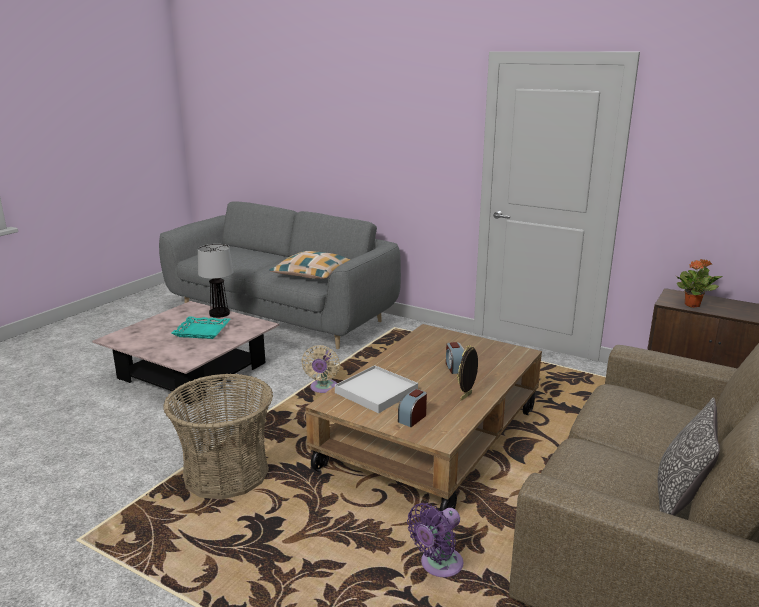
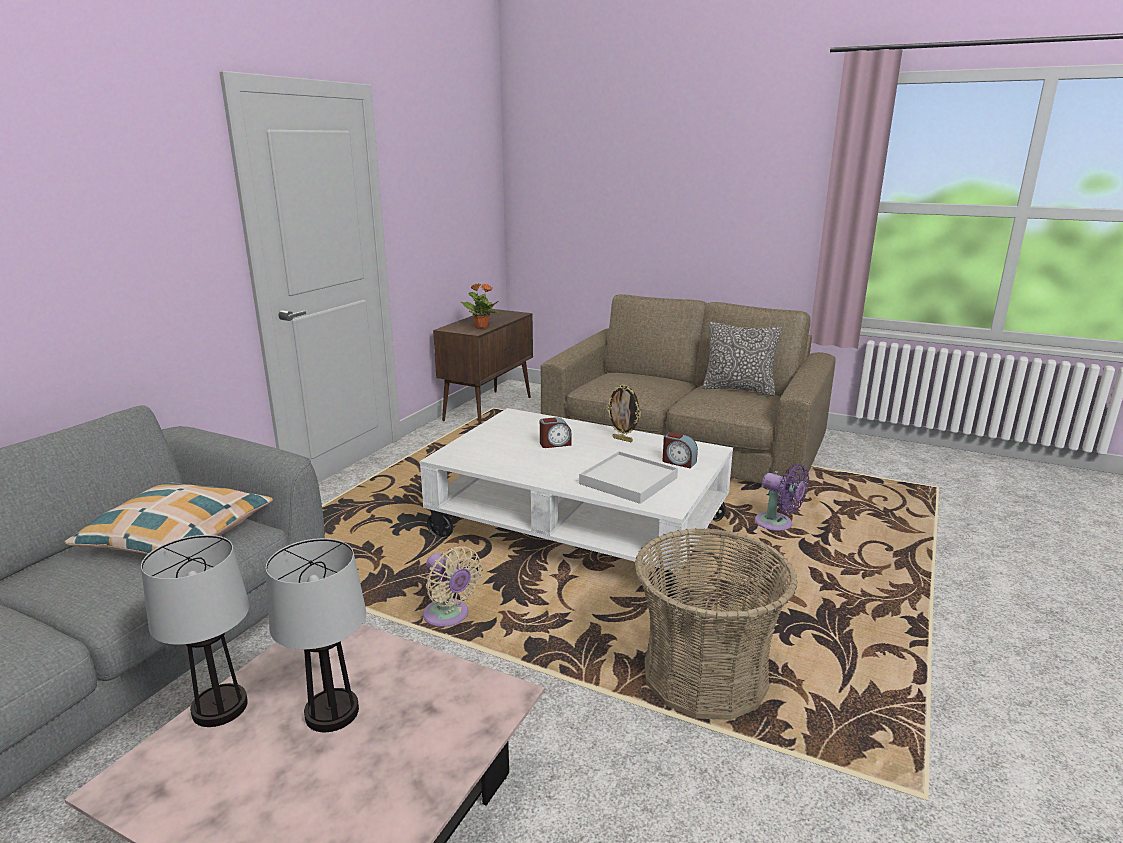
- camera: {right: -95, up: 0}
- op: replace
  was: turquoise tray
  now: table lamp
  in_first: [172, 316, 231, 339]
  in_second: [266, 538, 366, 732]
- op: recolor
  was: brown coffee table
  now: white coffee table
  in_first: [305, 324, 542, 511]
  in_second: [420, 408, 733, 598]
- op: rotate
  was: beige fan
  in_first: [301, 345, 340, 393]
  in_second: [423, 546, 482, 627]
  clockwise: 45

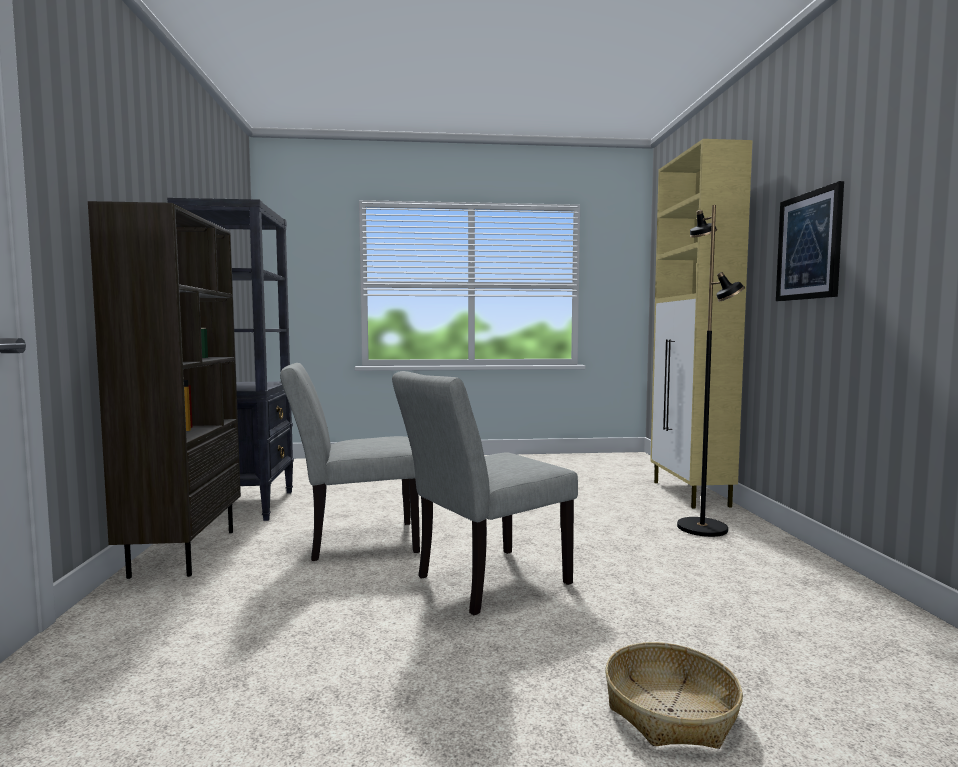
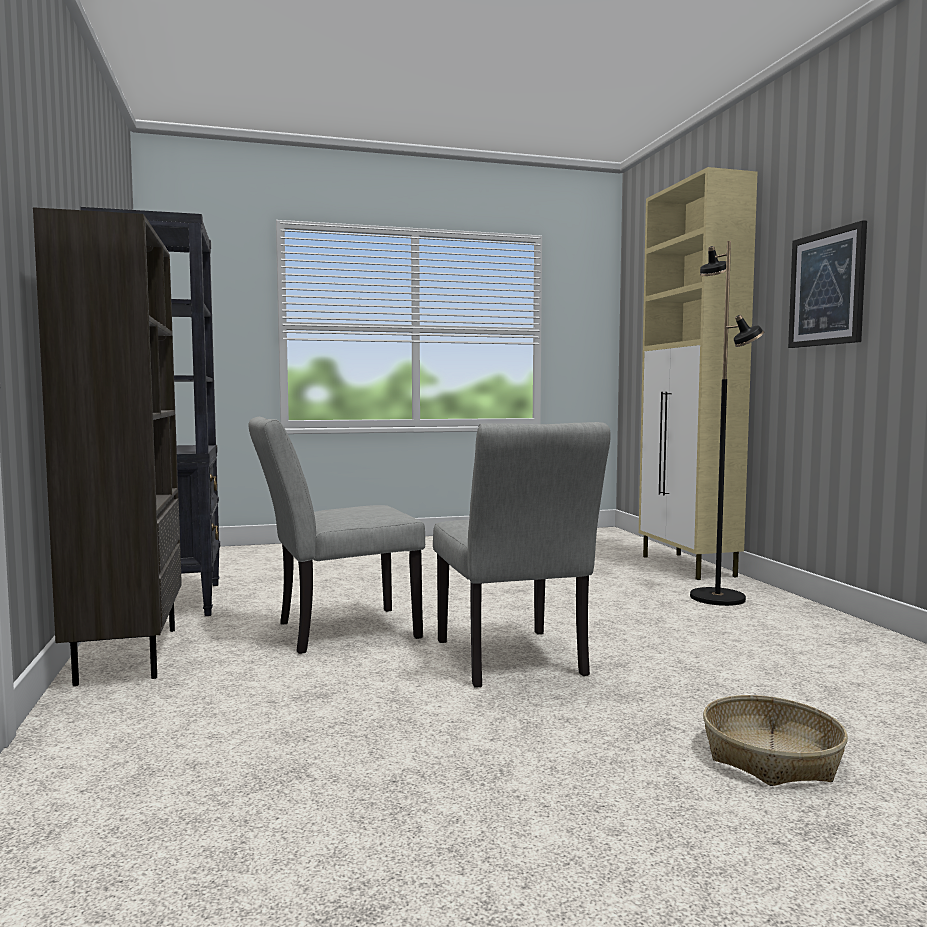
- camera: {right: -10, up: 0}
- op: rotate
  was: grey chair
  in_first: [392, 371, 578, 615]
  in_second: [433, 422, 611, 687]
  clockwise: -60

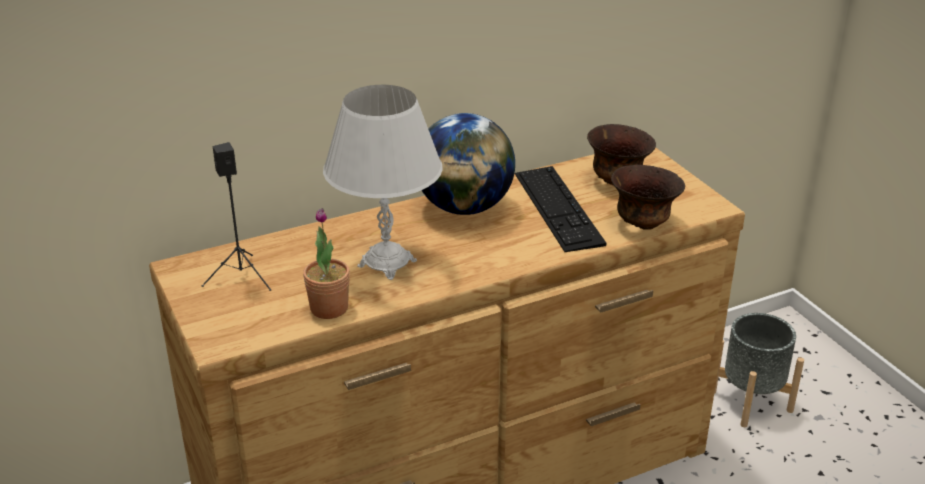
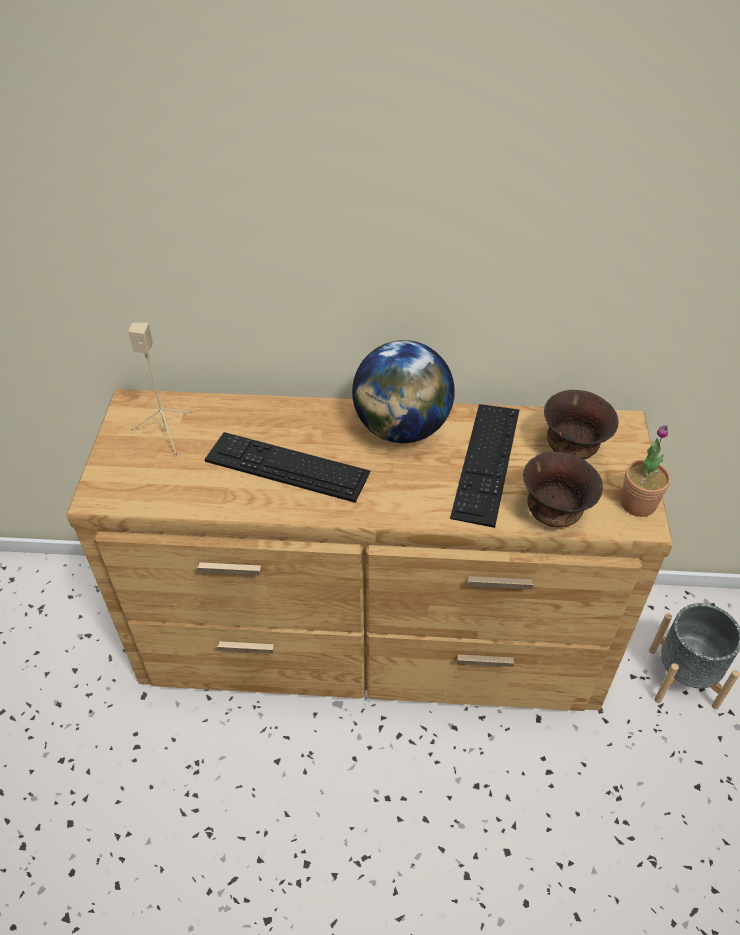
- camera: {right: 30, up: 15}
- op: recolor
  was: black speaker
  now: beige speaker
  in_first: [202, 142, 271, 291]
  in_second: [128, 323, 192, 457]
- op: replace
  was: white table lamp
  now: keyboard
  in_first: [323, 85, 443, 280]
  in_second: [205, 432, 371, 503]
- op: move
  was: potted plant
  in_first: [303, 208, 350, 319]
  in_second: [621, 425, 671, 517]

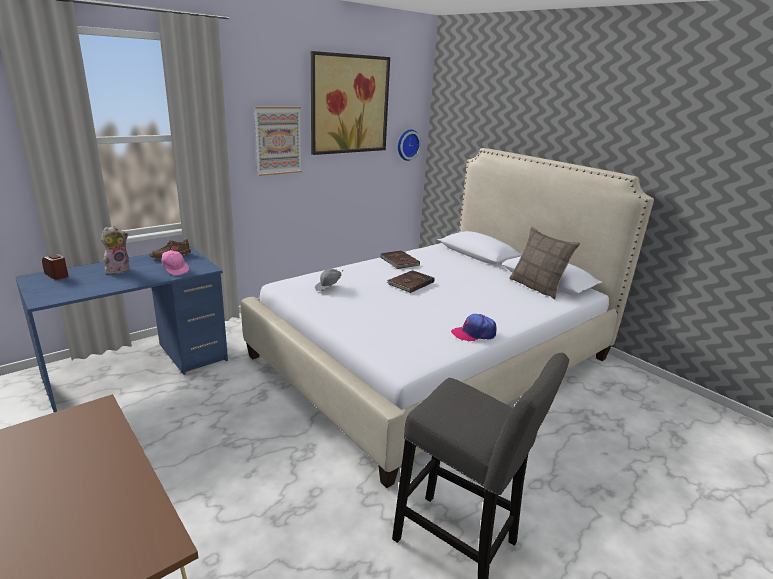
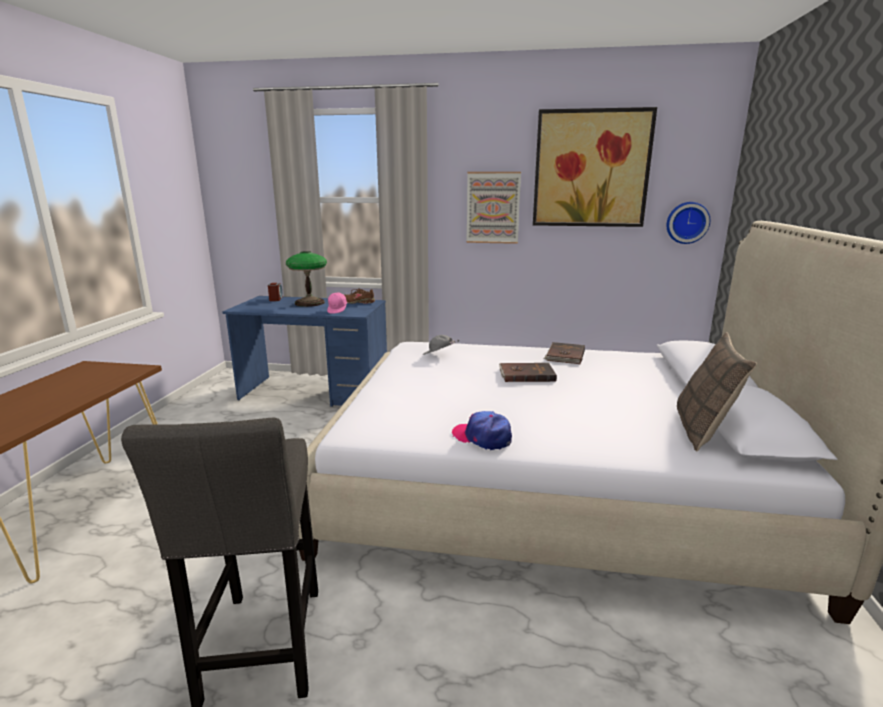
- camera: {right: 50, up: -5}
- op: replace
  was: plush toy
  now: table lamp
  in_first: [101, 226, 130, 274]
  in_second: [286, 251, 327, 307]

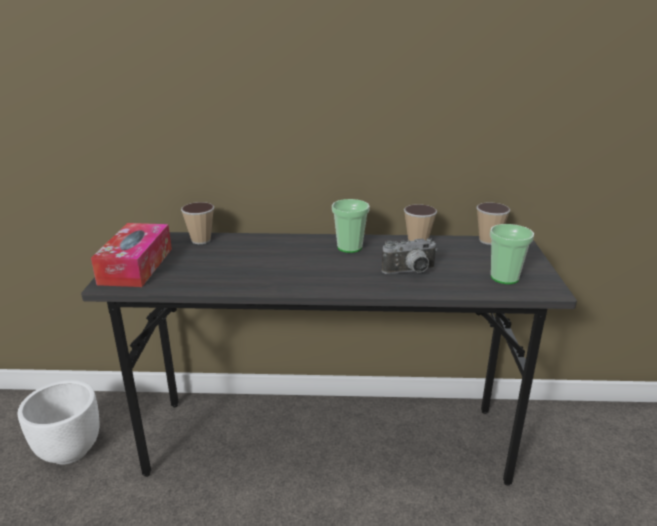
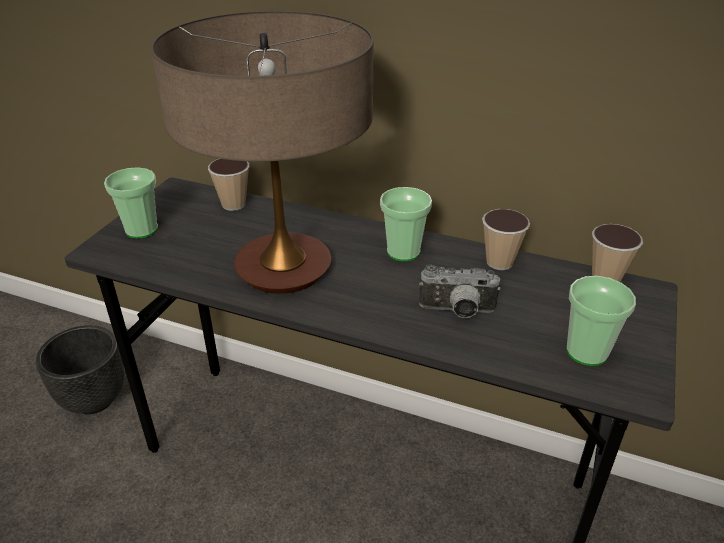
- camera: {right: 20, up: 10}
- op: recolor
  was: white planter
  now: black planter
  in_first: [17, 380, 100, 465]
  in_second: [35, 325, 124, 414]
- op: replace
  was: tissue box
  now: cup
  in_first: [91, 223, 172, 287]
  in_second: [104, 167, 158, 239]
- op: insert
  now: table lamp
  in_second: [151, 11, 374, 294]

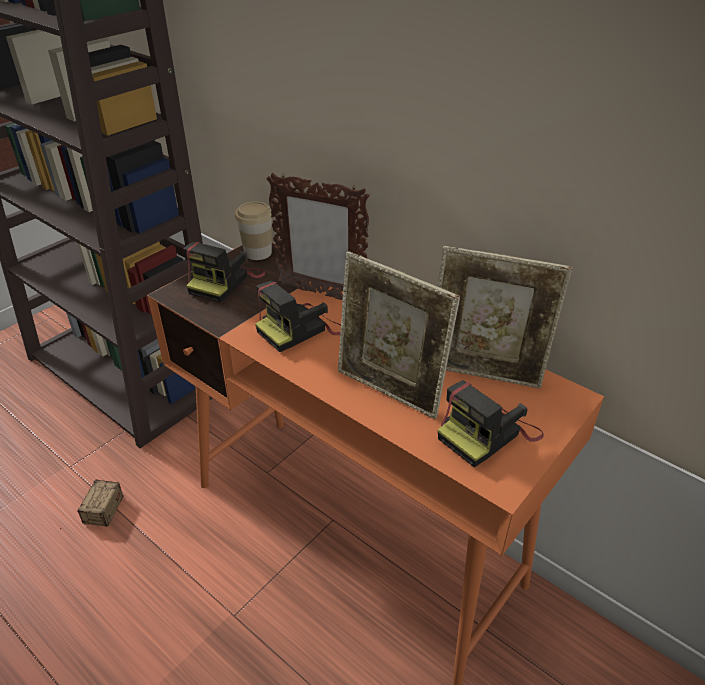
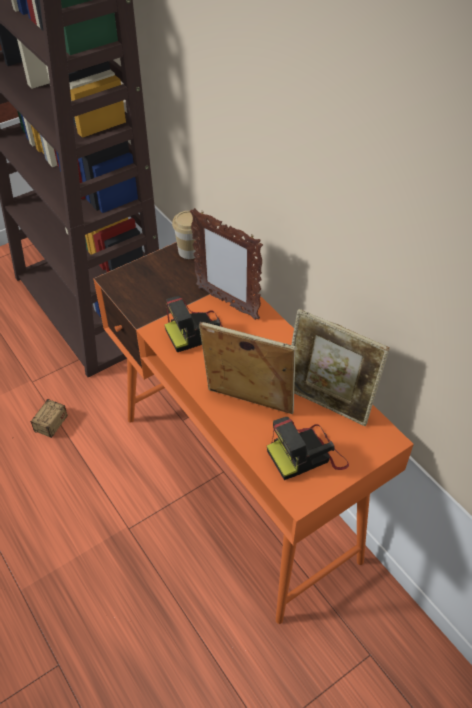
- camera: {right: 15, up: 10}
- op: rotate
  was: picture frame
  in_first: [338, 251, 460, 419]
  in_second: [199, 322, 296, 414]
  clockwise: 150
- op: delete
  was: photo camera
  in_first: [183, 242, 265, 303]

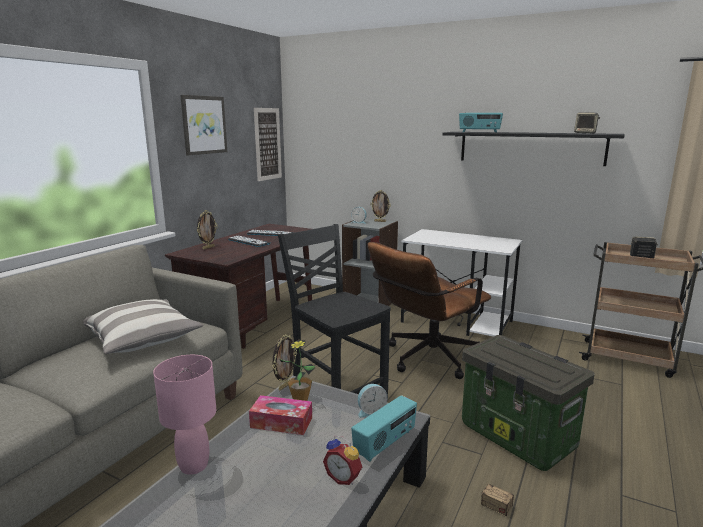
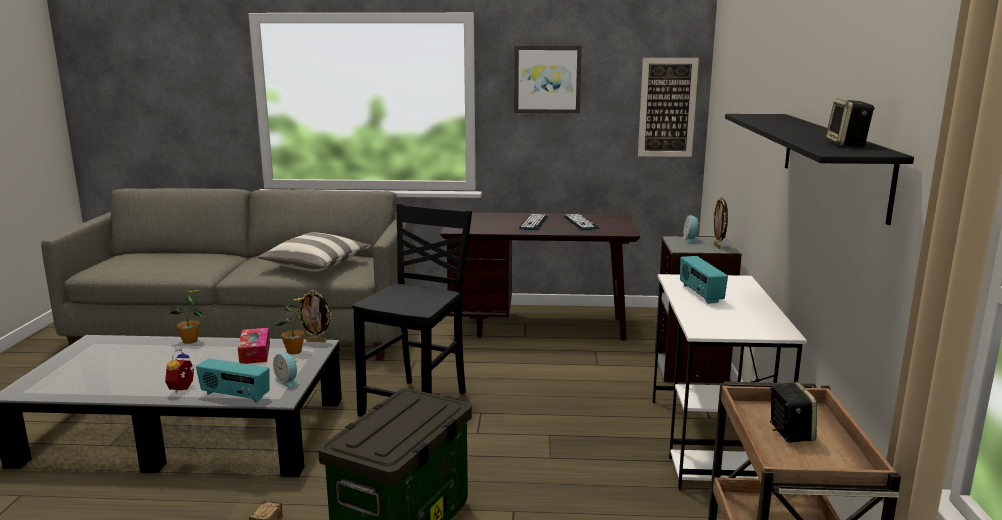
- camera: {right: 65, up: 0}
- op: replace
  was: pink table lamp
  now: potted plant
  in_first: [153, 355, 216, 475]
  in_second: [169, 290, 203, 344]
- op: move
  was: radio
  in_first: [459, 113, 503, 132]
  in_second: [680, 256, 728, 304]
- op: delete
  was: picture frame
  in_first: [197, 210, 217, 249]
- op: delete
  was: brown office chair
  in_first: [367, 242, 491, 379]

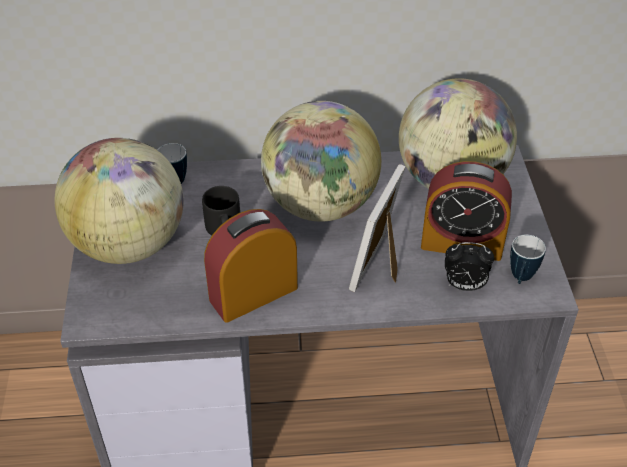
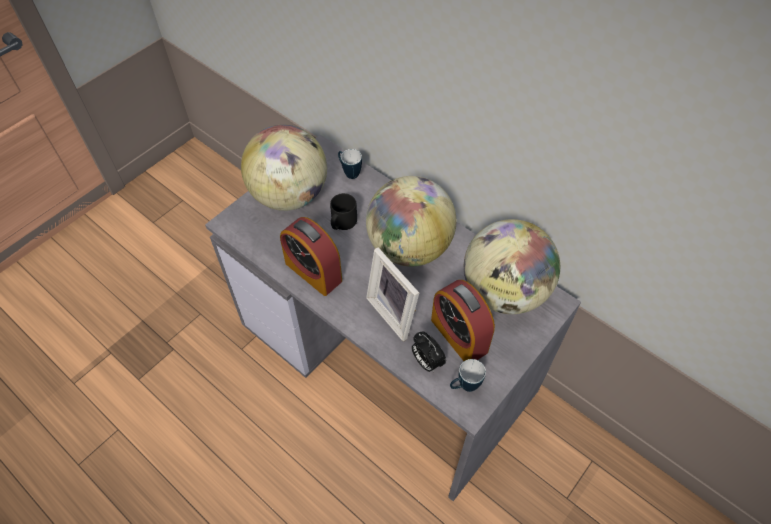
- camera: {right: 45, up: 10}
- op: rotate
  was: alarm clock
  in_first: [204, 209, 298, 323]
  in_second: [280, 217, 342, 296]
  clockwise: -150
- op: rotate
  was: picture frame
  in_first: [349, 164, 406, 292]
  in_second: [366, 247, 419, 341]
  clockwise: -105

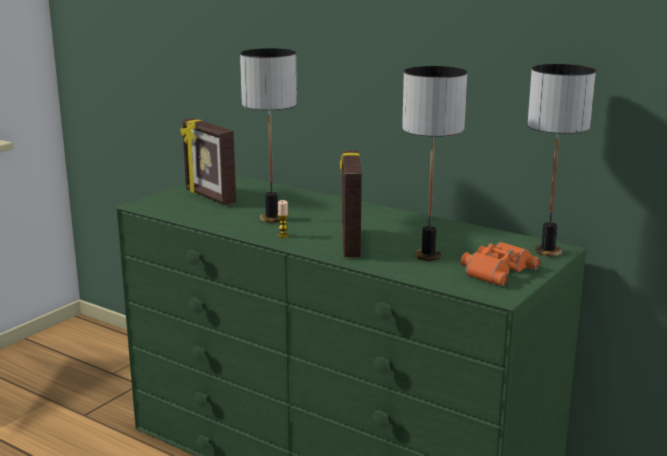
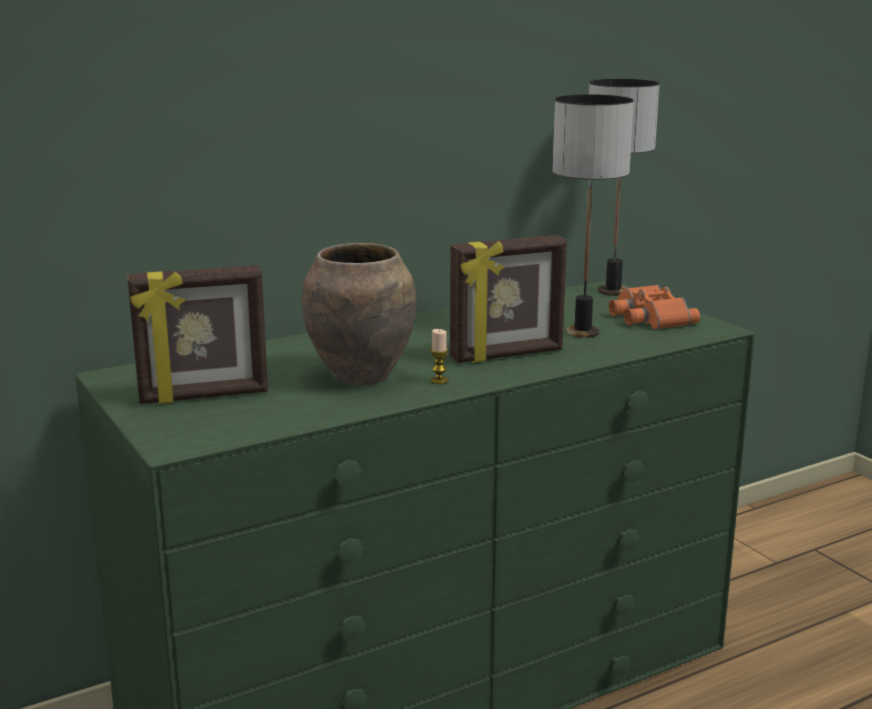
- camera: {right: -65, up: 0}
- op: replace
  was: table lamp
  now: brown vase
  in_first: [240, 48, 297, 223]
  in_second: [302, 243, 416, 385]
- op: rotate
  was: picture frame
  in_first: [340, 151, 362, 258]
  in_second: [450, 235, 567, 363]
  clockwise: -45

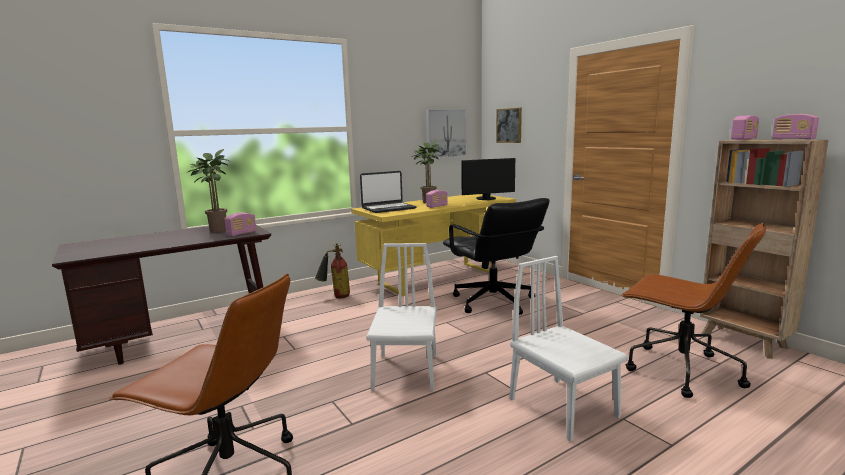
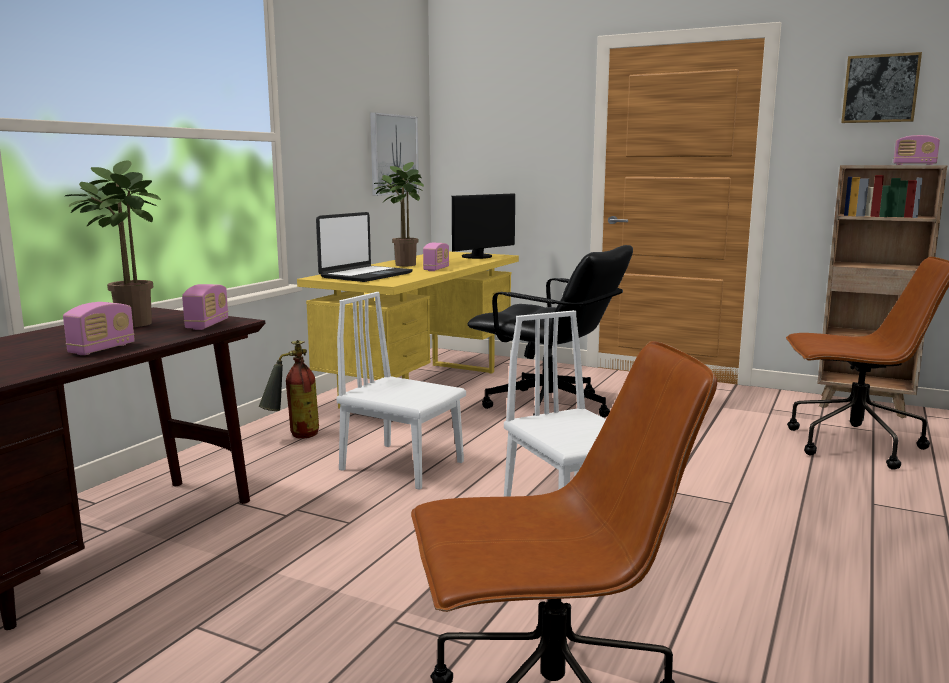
- camera: {right: -30, up: 0}
- op: move
  was: radio
  in_first: [731, 115, 759, 140]
  in_second: [63, 302, 135, 355]
- op: move
  was: white chair
  in_first: [509, 256, 628, 441]
  in_second: [336, 292, 466, 490]
- op: move
  was: picture
  in_first: [496, 108, 522, 143]
  in_second: [841, 52, 922, 123]

